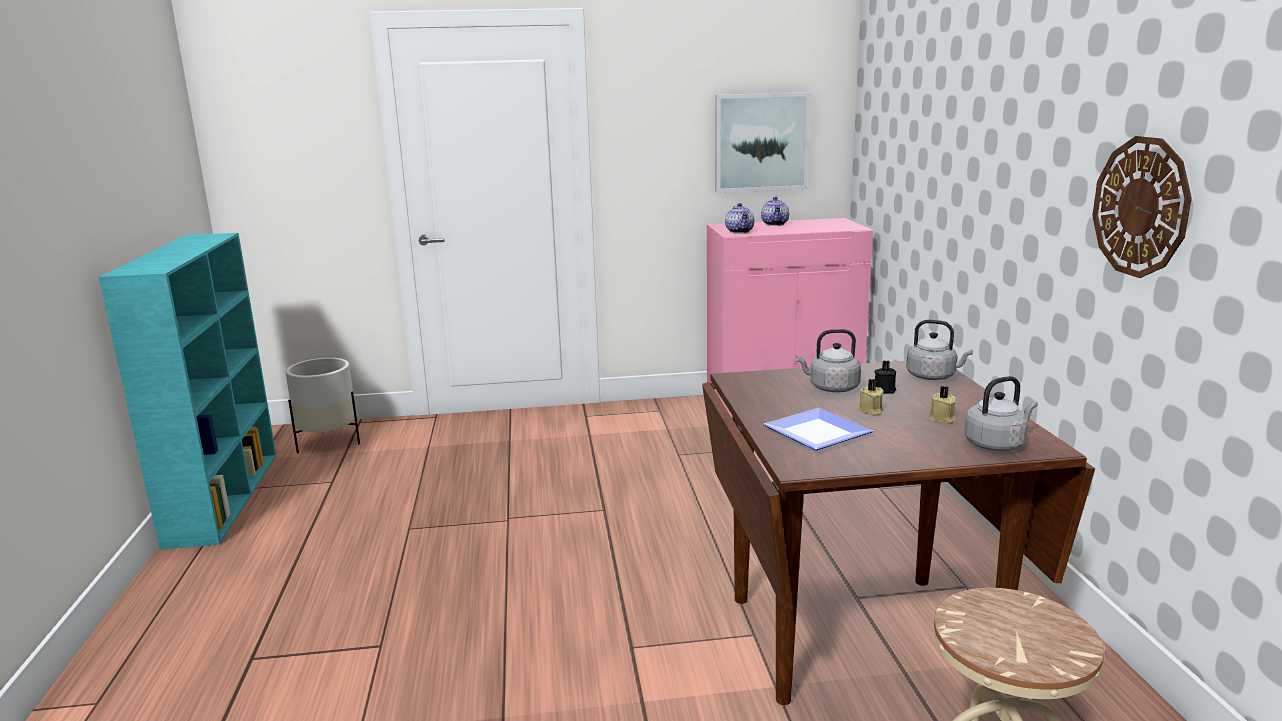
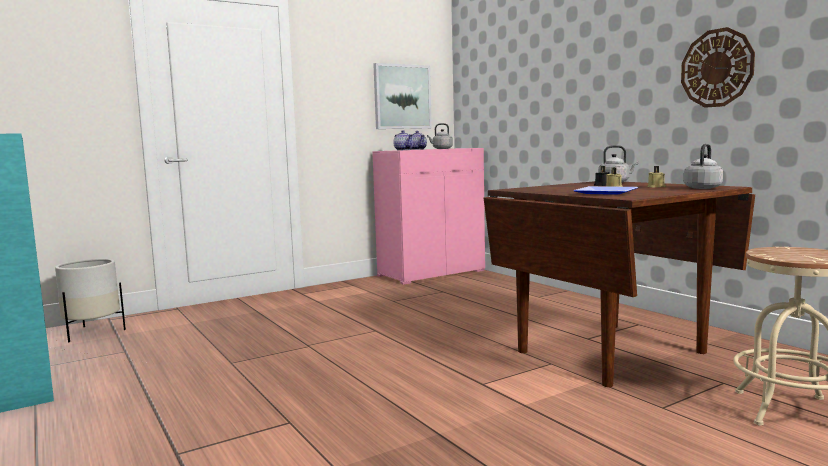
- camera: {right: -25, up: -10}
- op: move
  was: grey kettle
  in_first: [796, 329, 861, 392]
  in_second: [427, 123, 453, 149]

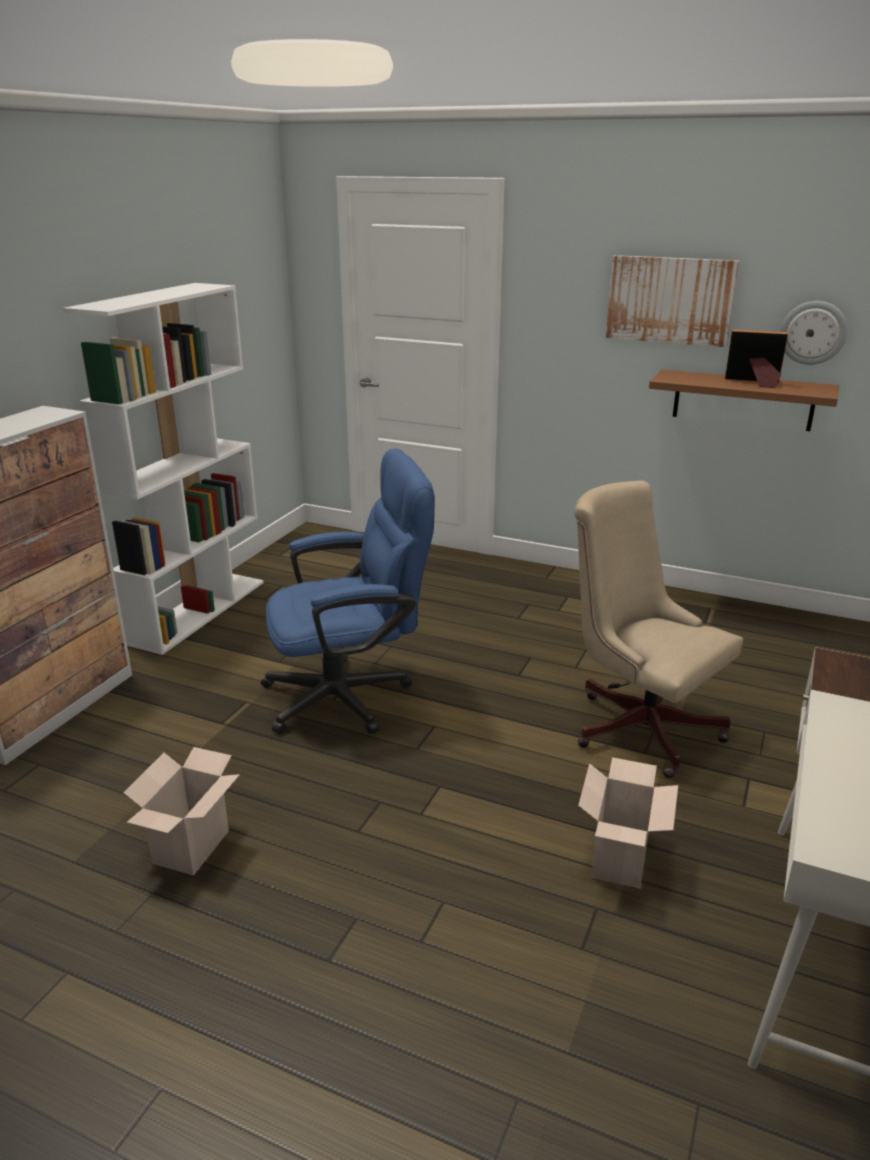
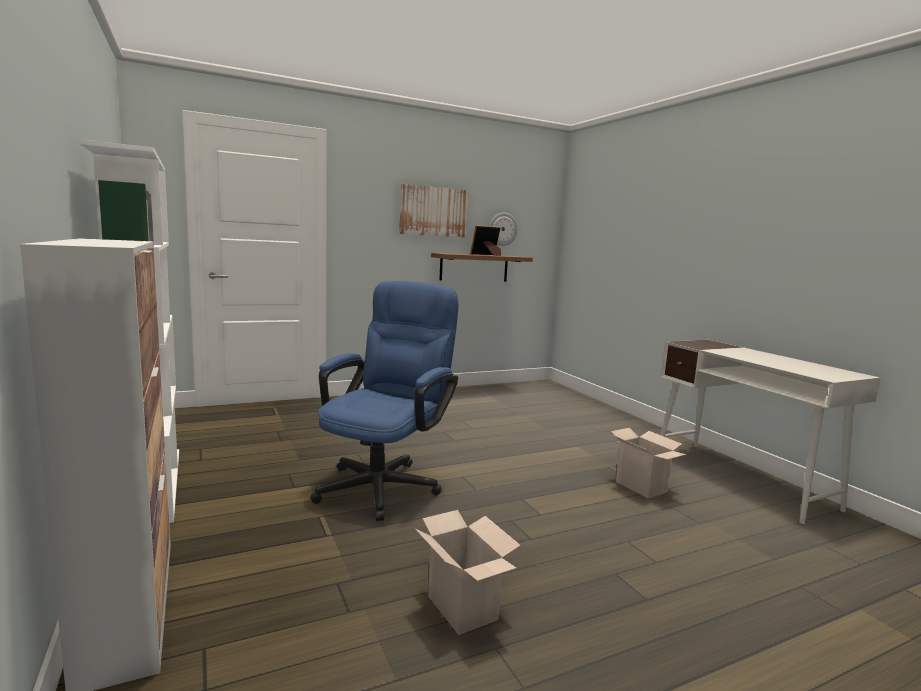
- camera: {right: -50, up: -15}
- op: delete
  was: beige office chair
  in_first: [574, 480, 743, 778]

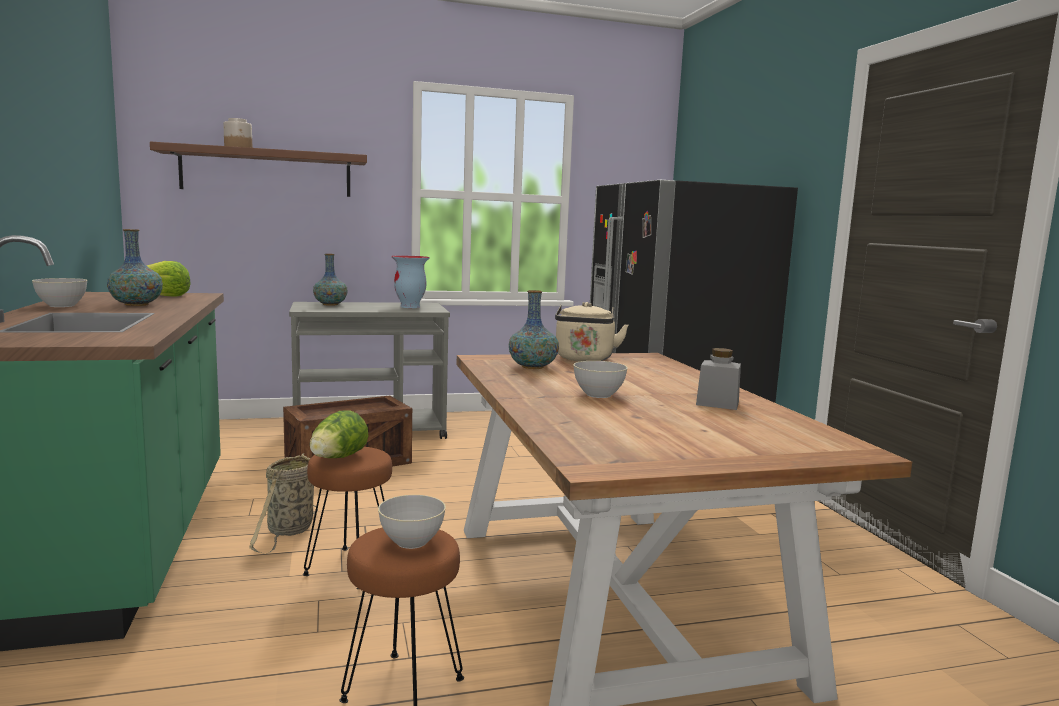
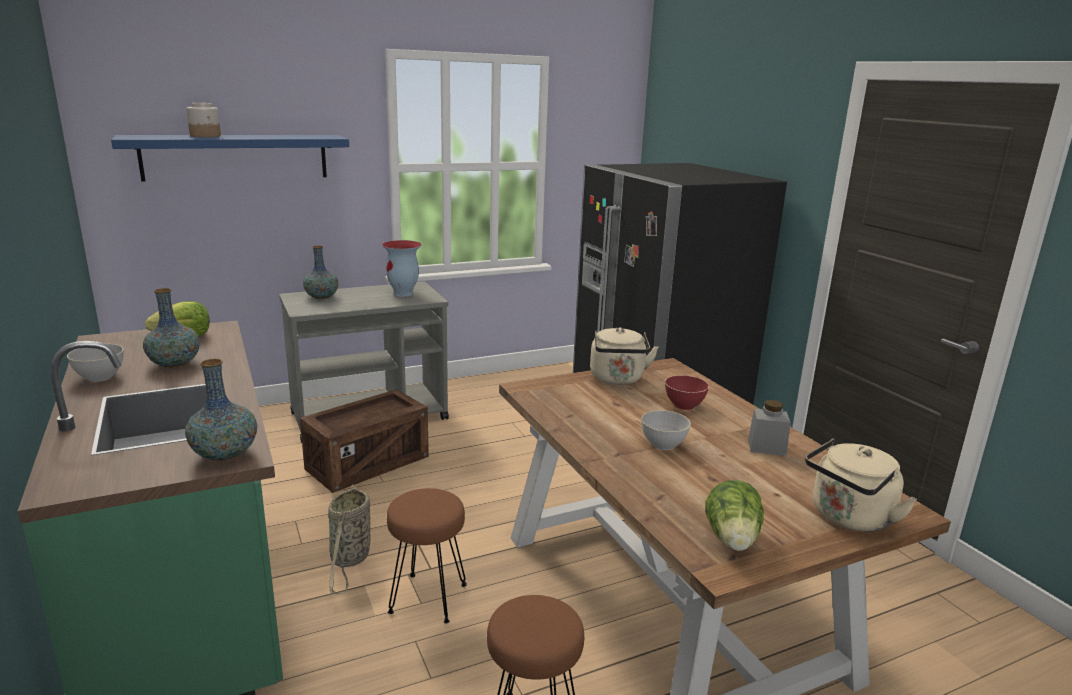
- camera: {right: -10, up: 10}
- op: recolor
  was: brown shelf
  now: blue shelf
  in_first: [150, 141, 367, 197]
  in_second: [111, 135, 349, 182]
- op: move
  was: vase
  in_first: [509, 290, 559, 369]
  in_second: [185, 359, 257, 461]
- op: insert
  now: red bowl
  in_second: [665, 375, 709, 410]
- op: move
  was: lettuce
  in_first: [310, 411, 368, 458]
  in_second: [705, 480, 764, 551]
- op: insert
  now: beige kettle
  in_second: [805, 439, 917, 532]
- op: delete
  was: grey bowl
  in_first: [378, 495, 446, 549]

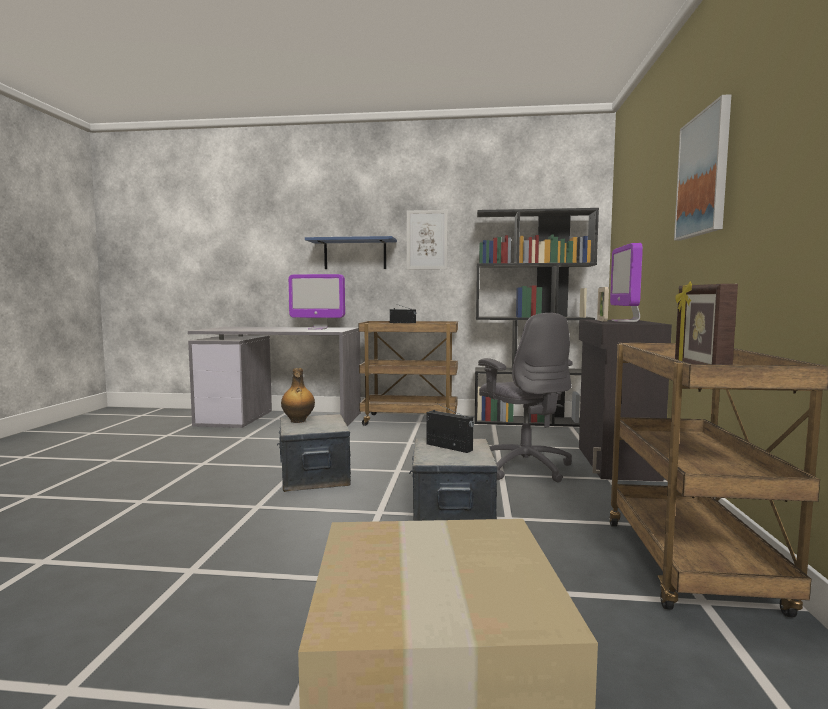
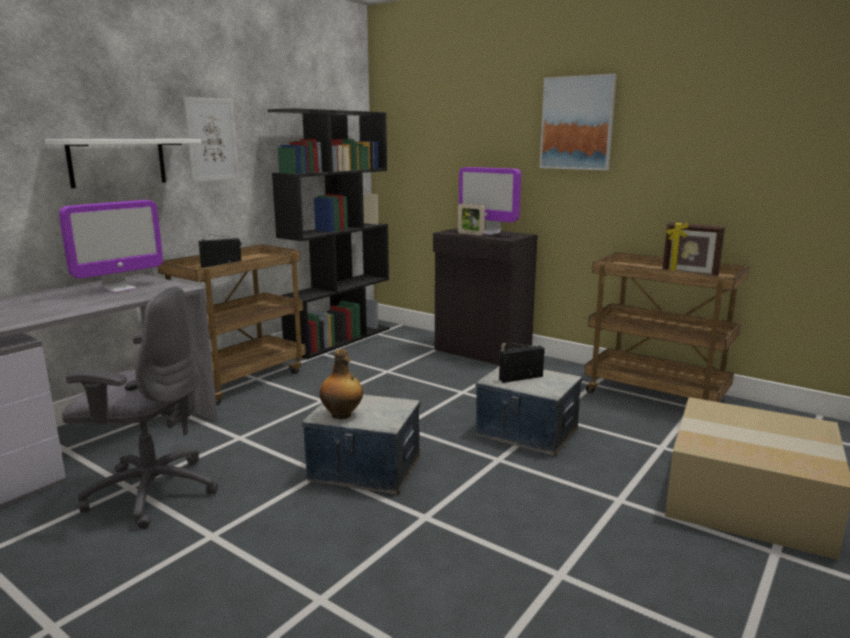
- camera: {right: -60, up: 10}
- op: recolor
  was: blue shelf
  now: white shelf
  in_first: [305, 236, 397, 269]
  in_second: [45, 139, 201, 188]
- op: move
  was: grey office chair
  in_first: [478, 313, 573, 483]
  in_second: [62, 286, 218, 529]

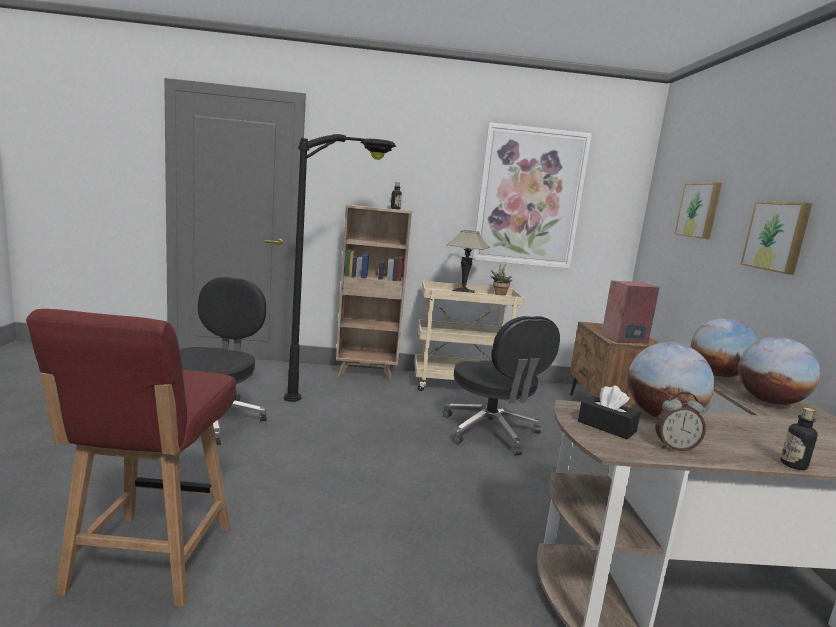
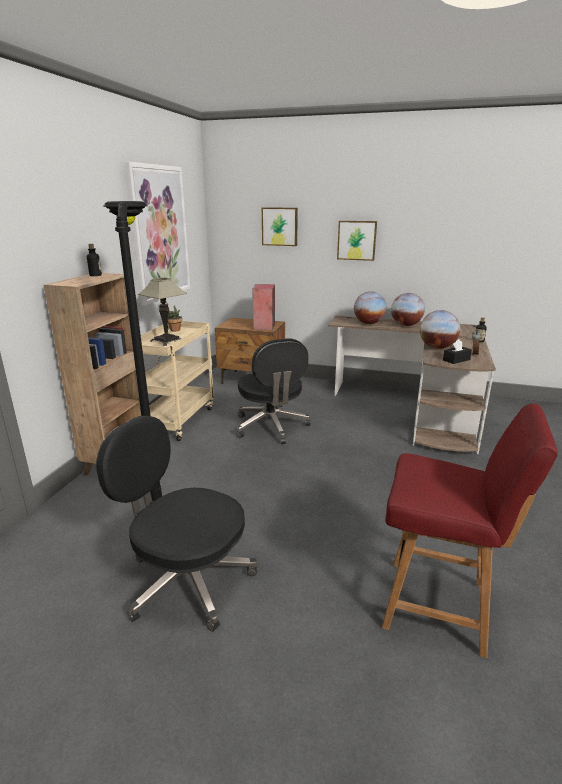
- camera: {right: -70, up: 10}
- op: rotate
  was: black office chair
  in_first: [443, 316, 560, 455]
  in_second: [237, 338, 310, 444]
  clockwise: 75

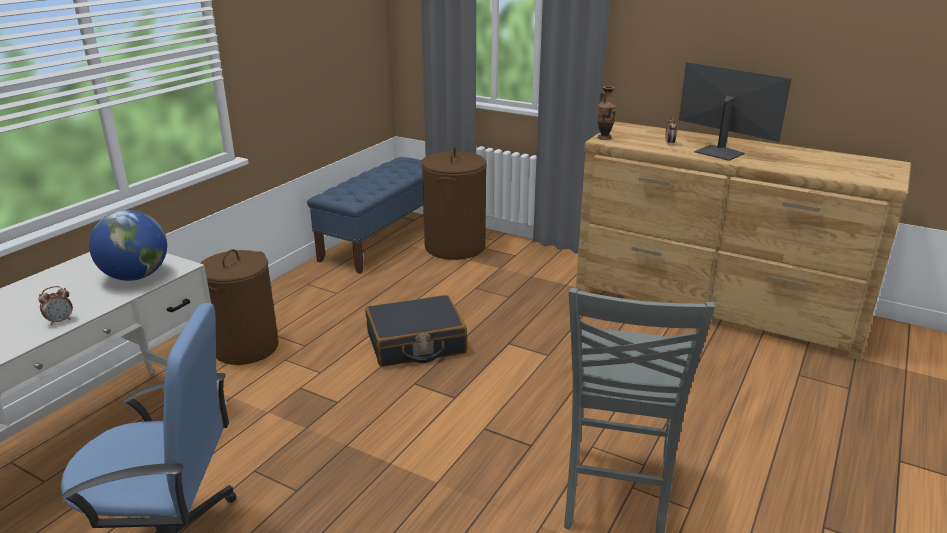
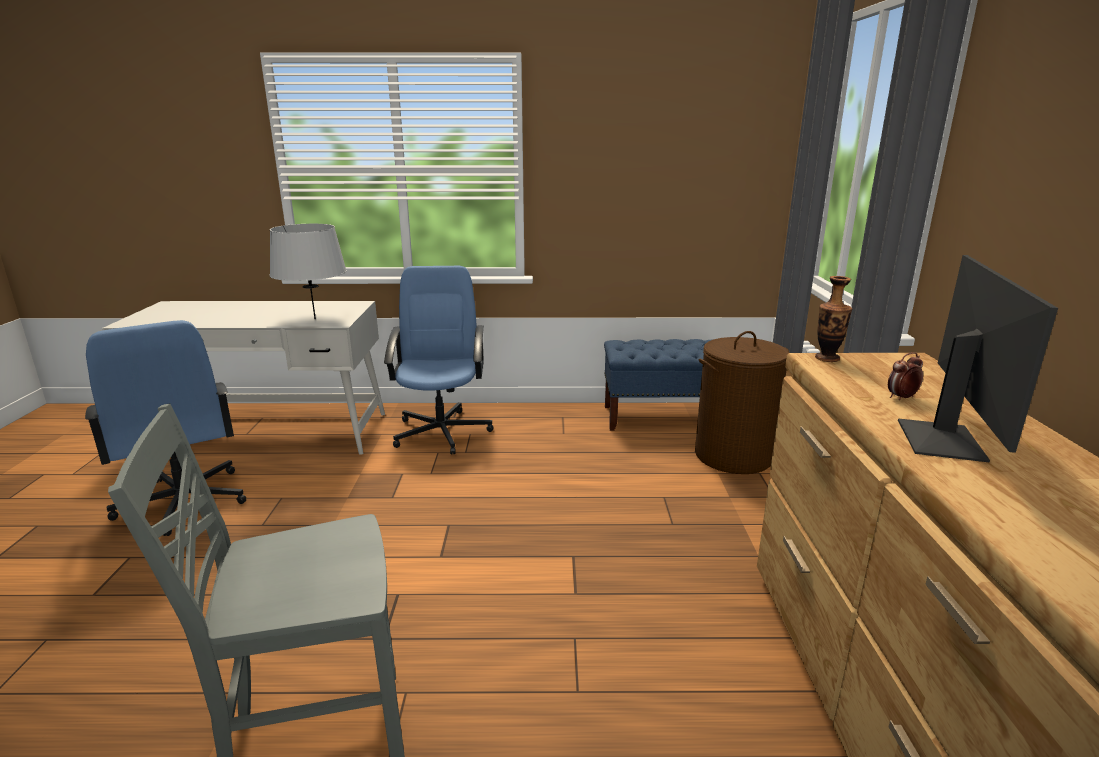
- camera: {right: 60, up: -5}
- op: replace
  was: globe
  now: grey table lamp
  in_first: [89, 210, 167, 281]
  in_second: [270, 224, 347, 319]
- op: replace
  was: brown laundry basket
  now: blue office chair
  in_first: [200, 249, 279, 365]
  in_second: [384, 266, 494, 455]
- op: delete
  was: alarm clock
  in_first: [38, 286, 73, 325]
- op: delete
  was: black suitcase
  in_first: [365, 295, 467, 367]

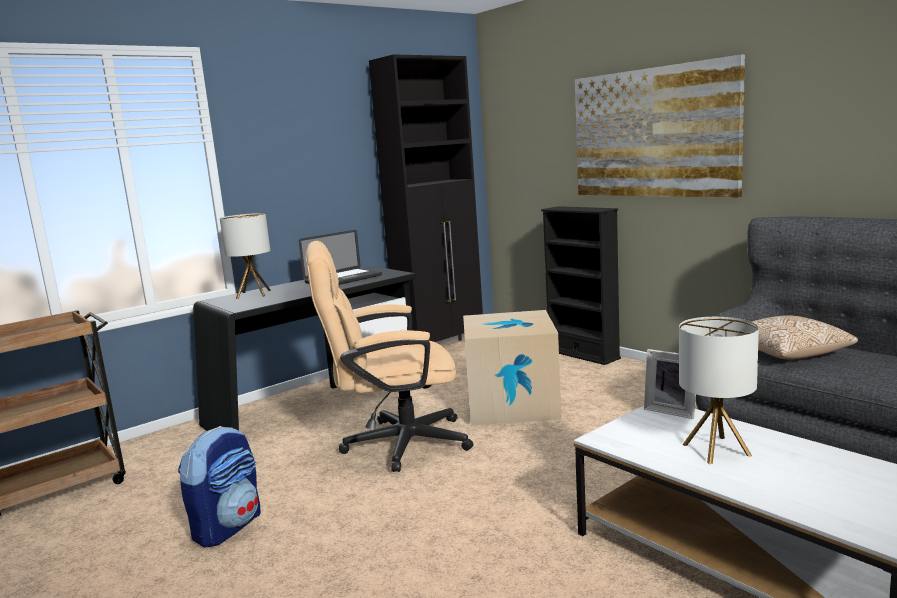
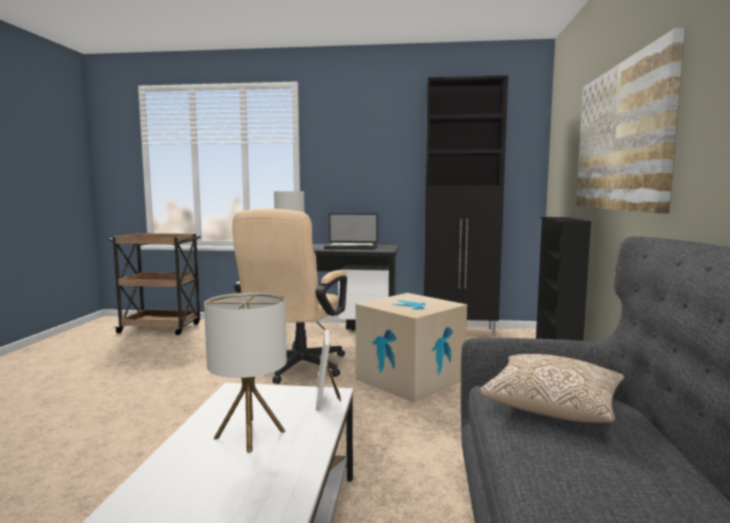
- camera: {right: 45, up: -5}
- op: rotate
  was: beige office chair
  in_first: [305, 241, 473, 472]
  in_second: [232, 209, 347, 384]
  clockwise: -105
- op: delete
  was: backpack
  in_first: [178, 426, 261, 548]

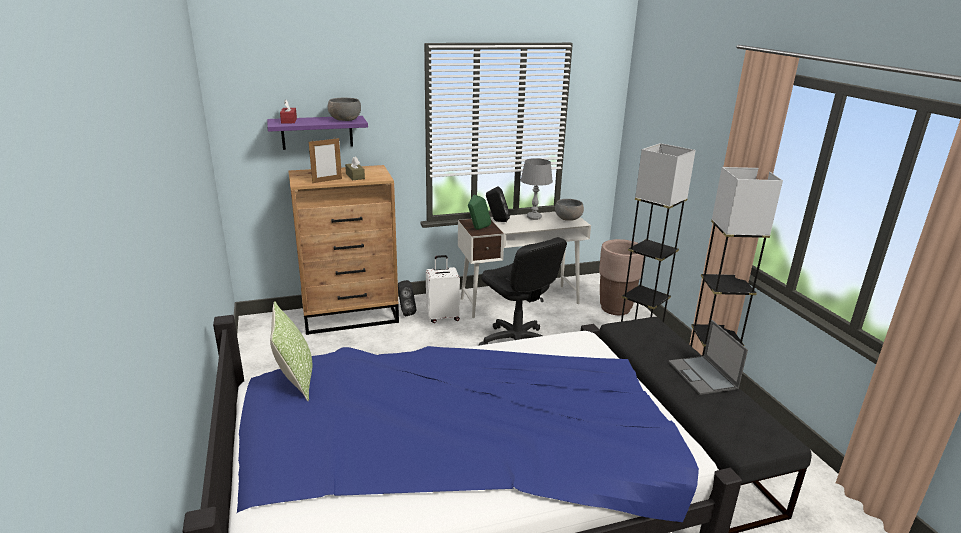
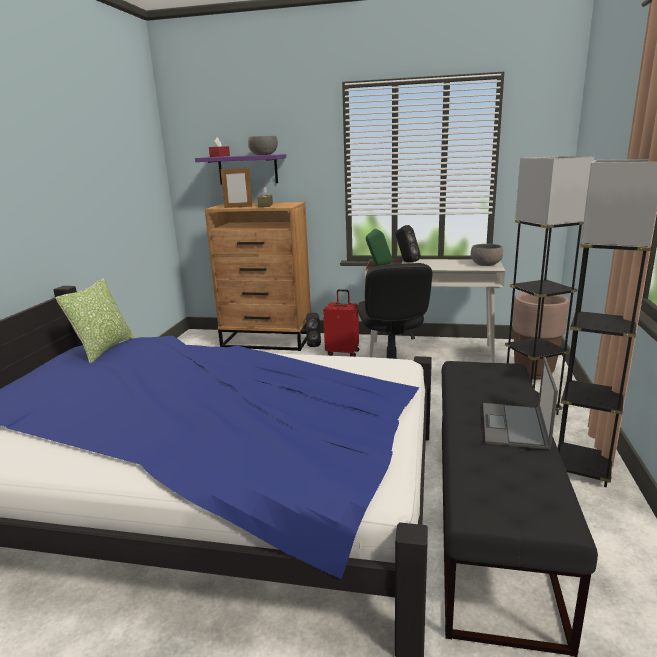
- camera: {right: 30, up: -5}
- op: recolor
  was: white suitcase
  now: red suitcase
  in_first: [426, 255, 460, 323]
  in_second: [323, 289, 359, 357]
- op: delete
  was: grey table lamp
  in_first: [521, 158, 553, 220]

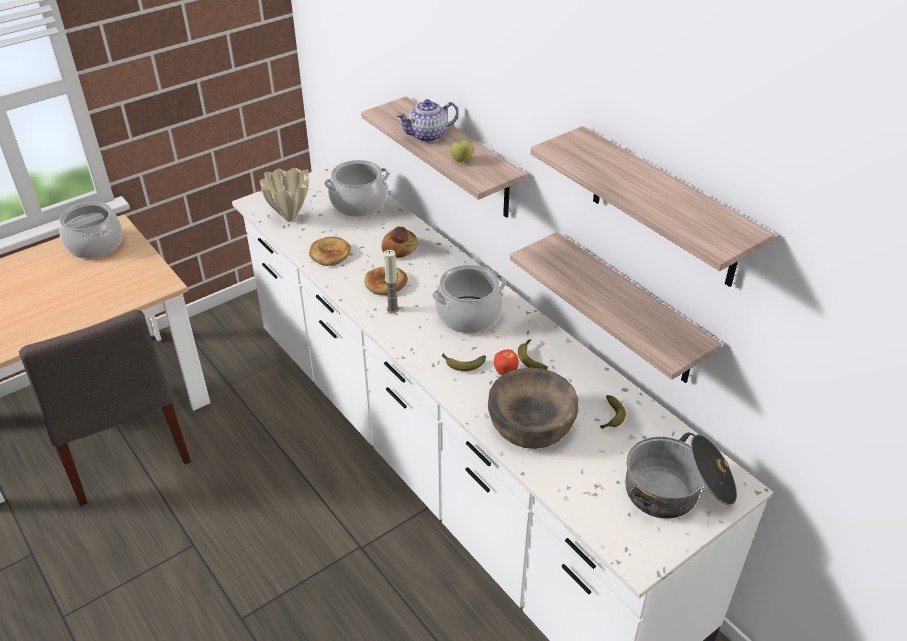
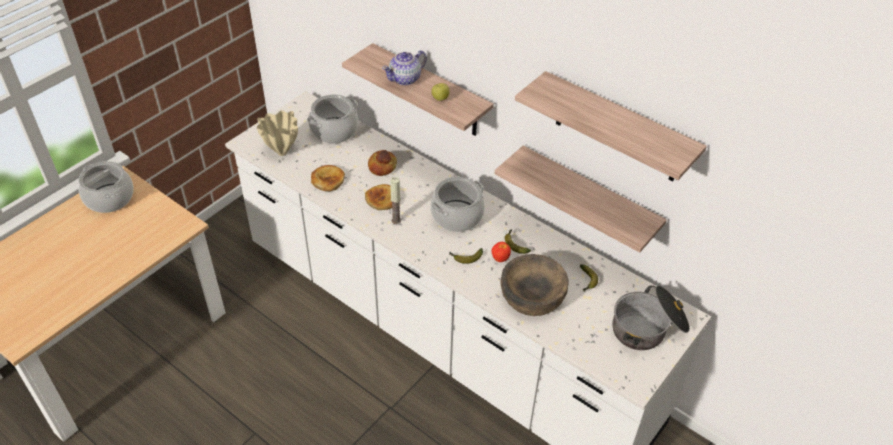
- camera: {right: -15, up: 5}
- op: delete
  was: grey chair
  in_first: [19, 310, 191, 506]

